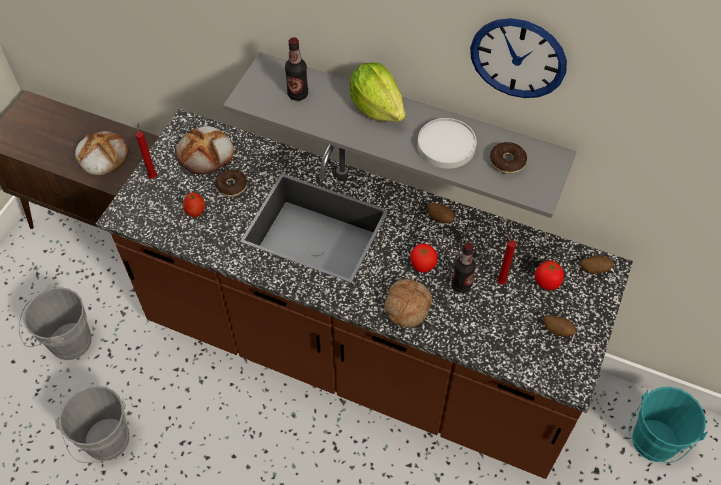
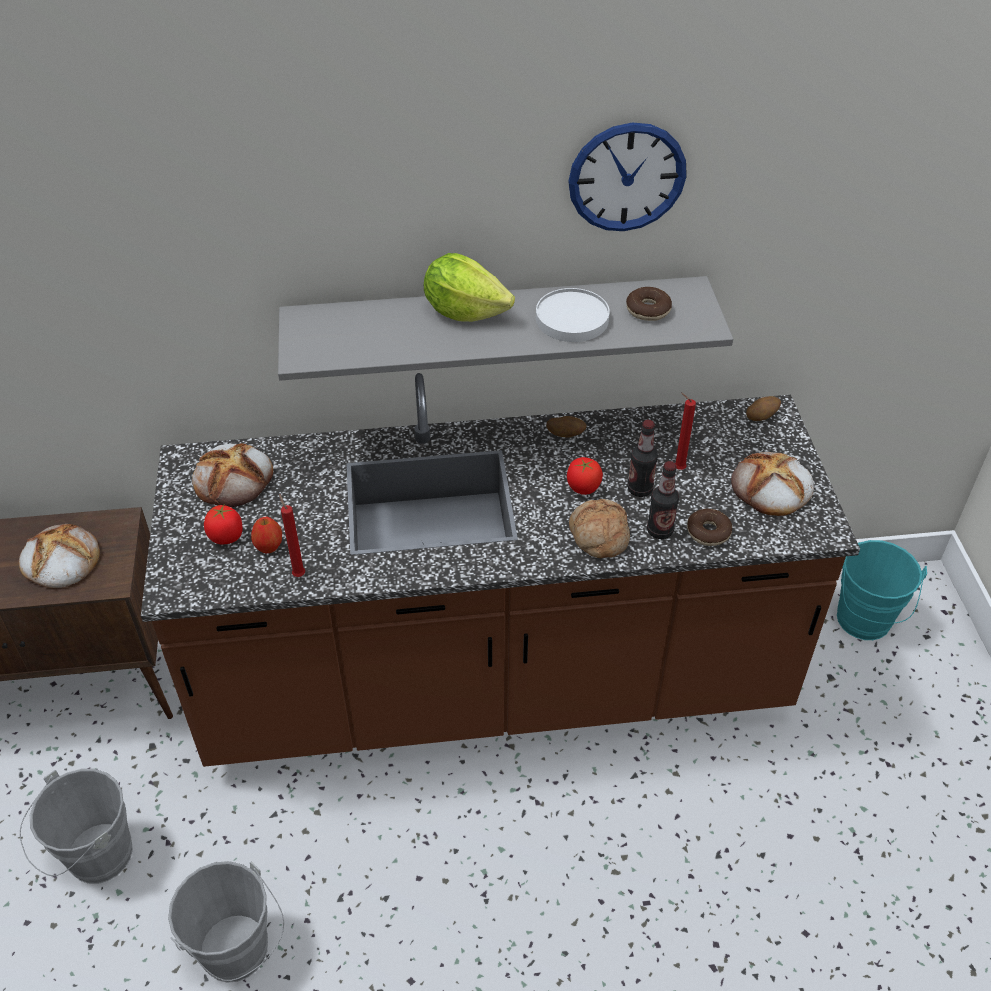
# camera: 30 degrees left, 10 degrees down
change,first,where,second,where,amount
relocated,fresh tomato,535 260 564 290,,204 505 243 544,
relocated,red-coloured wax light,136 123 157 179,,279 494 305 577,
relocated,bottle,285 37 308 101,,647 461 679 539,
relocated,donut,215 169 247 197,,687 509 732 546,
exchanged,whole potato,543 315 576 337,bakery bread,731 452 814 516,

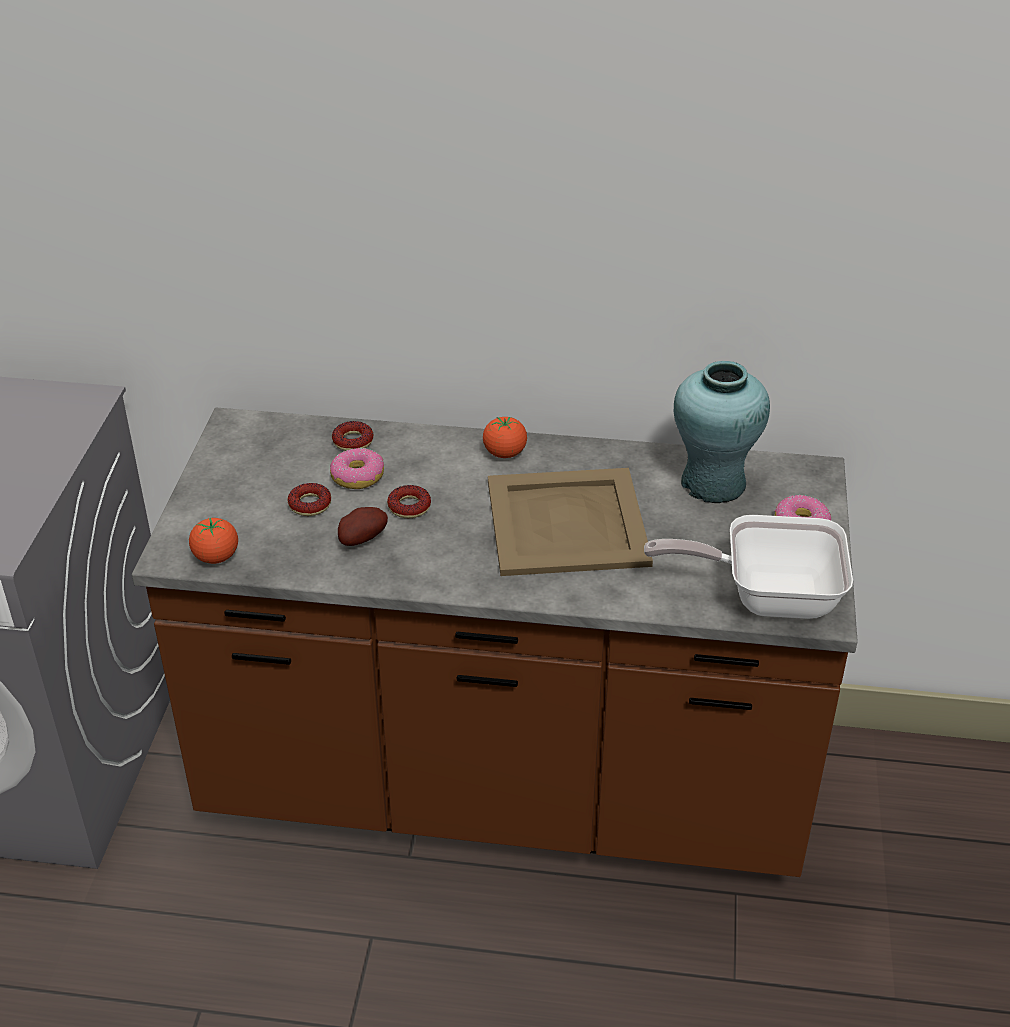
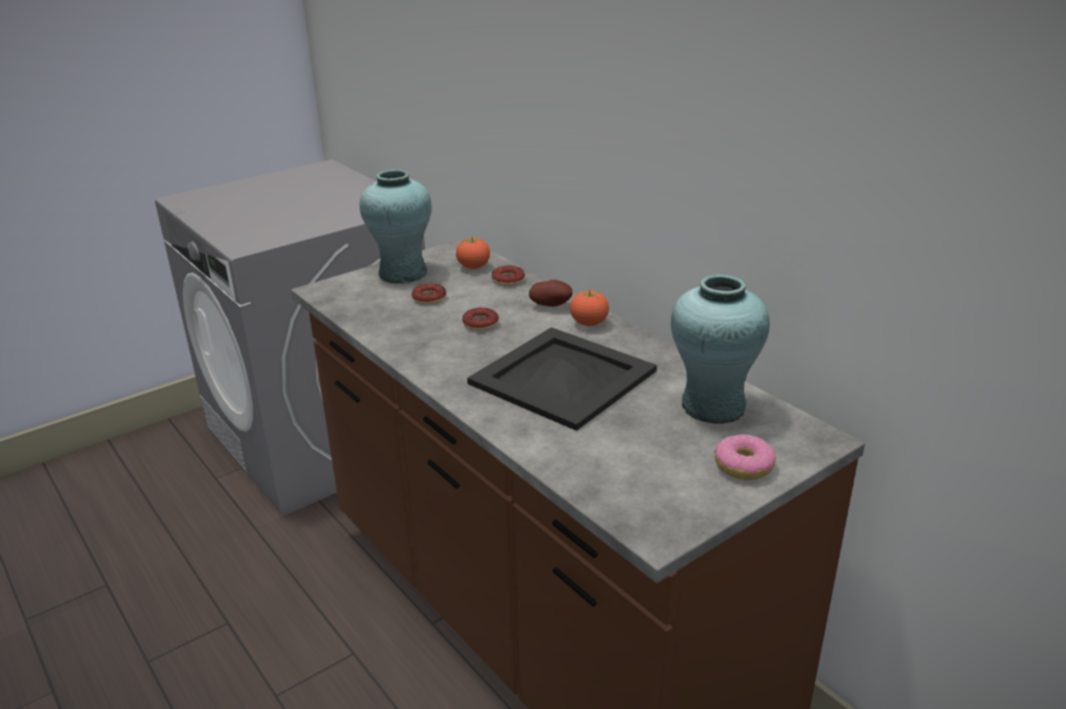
# camera: 45 degrees right, 10 degrees down
change,first,where,second,where,amount
appeared,,,blue-green vase,359 169 432 284,
relocated,fresh tomato,189 518 238 564,,456 237 490 269,
colour,sand-coloured tray,488 468 653 576,black-coloured tray,467 327 657 431,
relocated,whole potato,338 507 388 546,,529 280 572 307,
missing,donut,330 448 384 489,,,
missing,skillet,644 515 853 619,,,

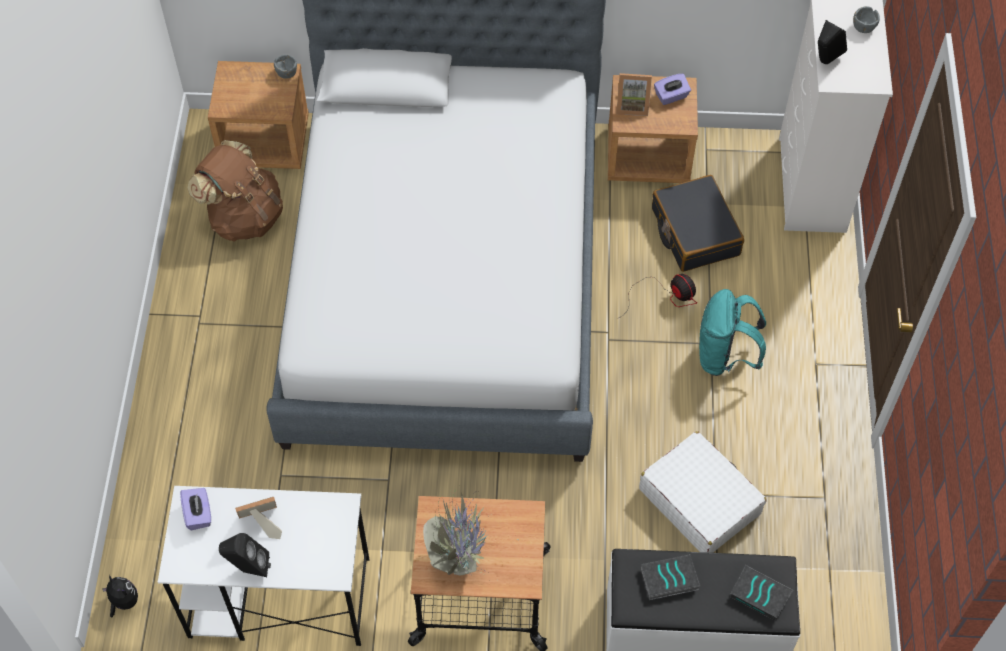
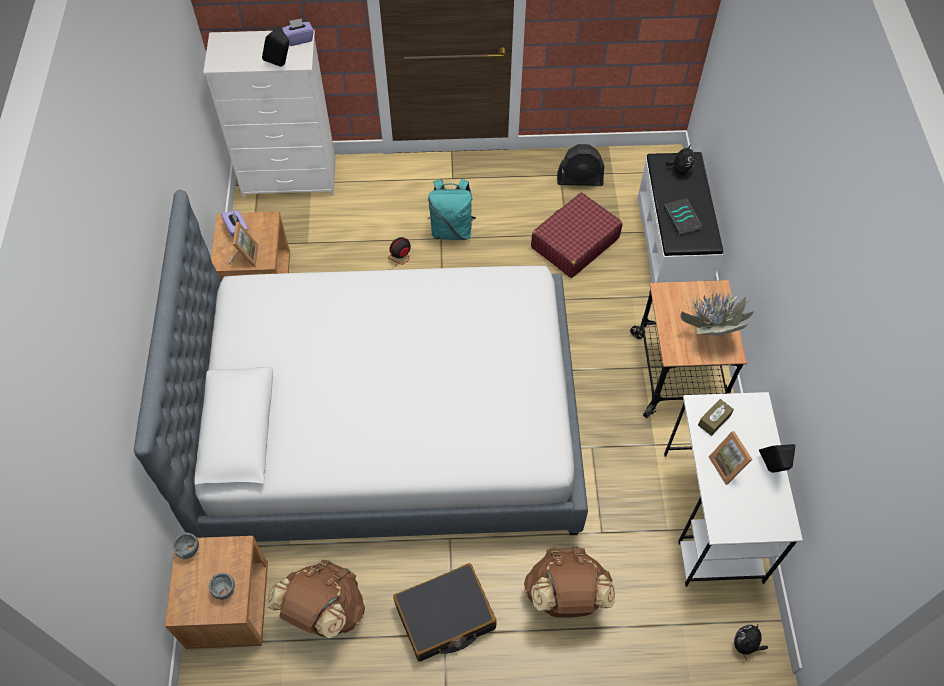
# camera: 95 degrees left, 0 degrees up
change,first,where,second,where,amount
relocated,gray bowl,853 6 880 33,,209 573 235 600,
relocated,purple-coloured box of tissues,180 488 211 530,,282 18 314 46,
relocated,black-coloured travel case,652 175 744 272,,393 563 497 662,
appeared,,,brown knapsack,524 546 615 617,
colour,white travel case,639 431 766 553,red-coloured travel case,531 192 623 278,
appeared,,,black-coloured electric fan,557 144 604 186,
exchanged,bound book,730 565 793 621,cuddly toy,666 143 695 175,
appeared,,,brown box of tissues,698 399 734 436,

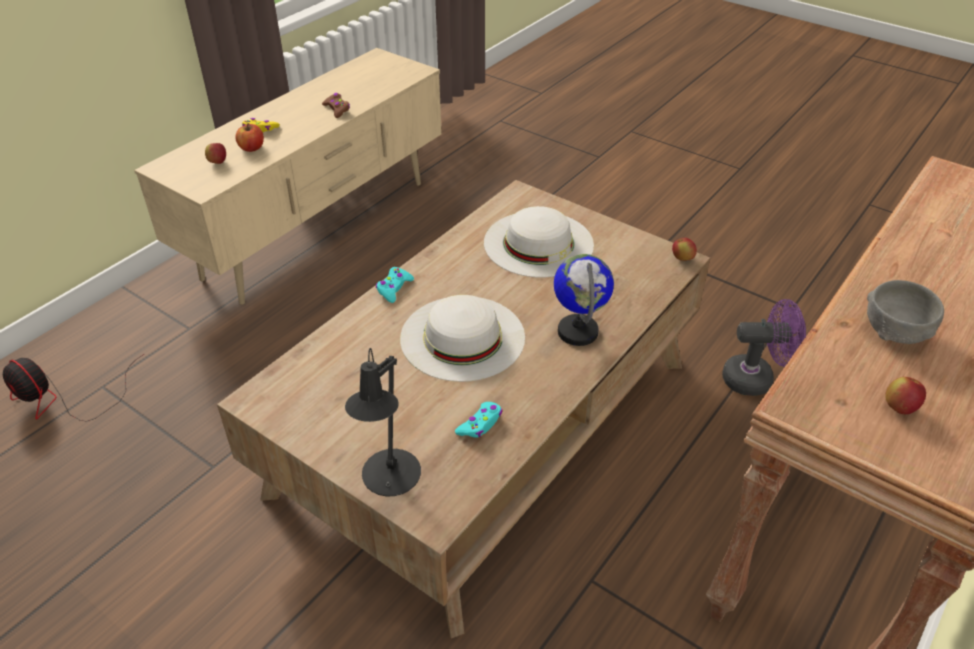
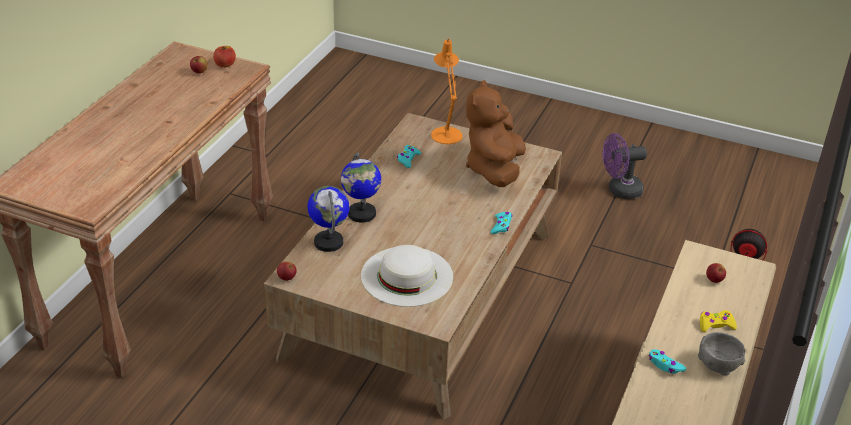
# camera: 165 degrees right, 5 degrees down
change,first,where,second,where,amount
relocated,whole apple,235 123 264 152,,213 46 236 68,
appeared,,,world globe,307 186 350 252,
colour,black-coloured table lamp,345 348 421 496,orange-coloured table lamp,431 38 462 144,
appeared,,,brown cuddly toy,466 80 526 187,
relocated,purple-coloured electric fan,722 299 806 396,,602 133 647 199,
colour,brown gamepad,322 93 350 118,blue-green gamepad,649 349 686 374,
relocated,gray bowl,867 280 944 344,,698 332 746 376,
missing,white clothing hat,400 295 525 382,,,

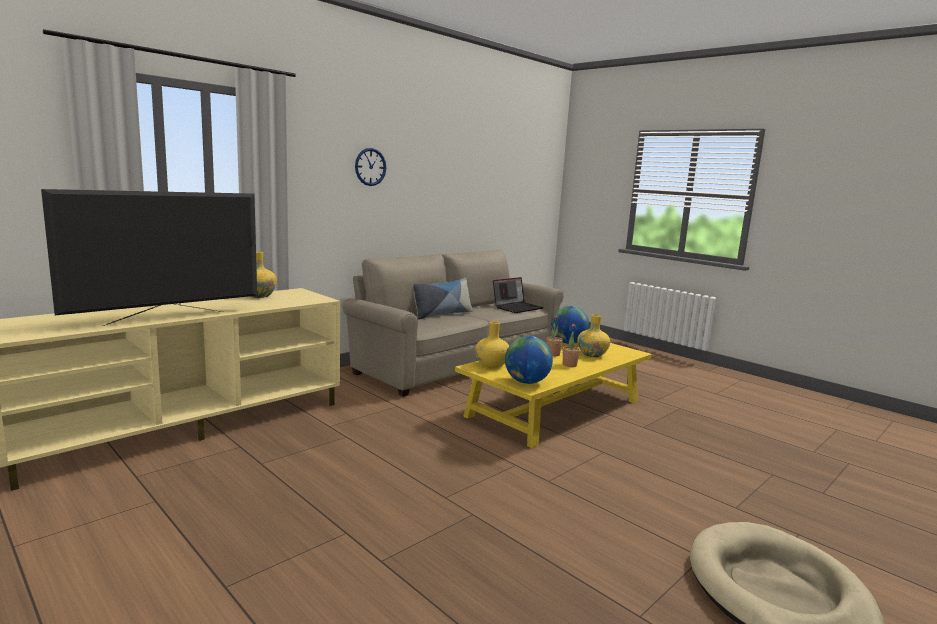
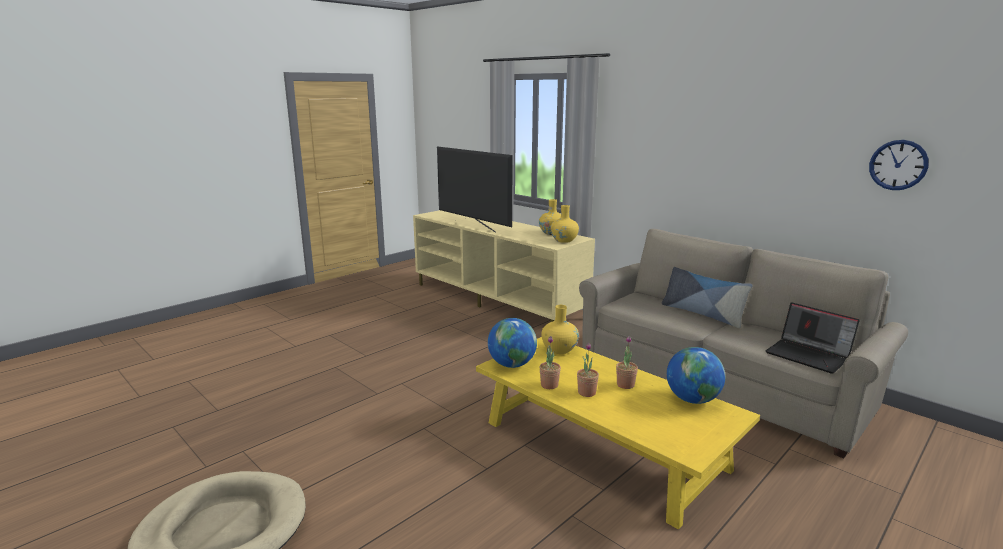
# camera: 90 degrees right, 5 degrees up
change,first,where,second,where,amount
appeared,,,houseplant,539 336 561 389,
relocated,yellowish vase,577 314 610 357,,550 205 579 243,
relocated,hanging clock,355 148 386 186,,869 140 929 190,

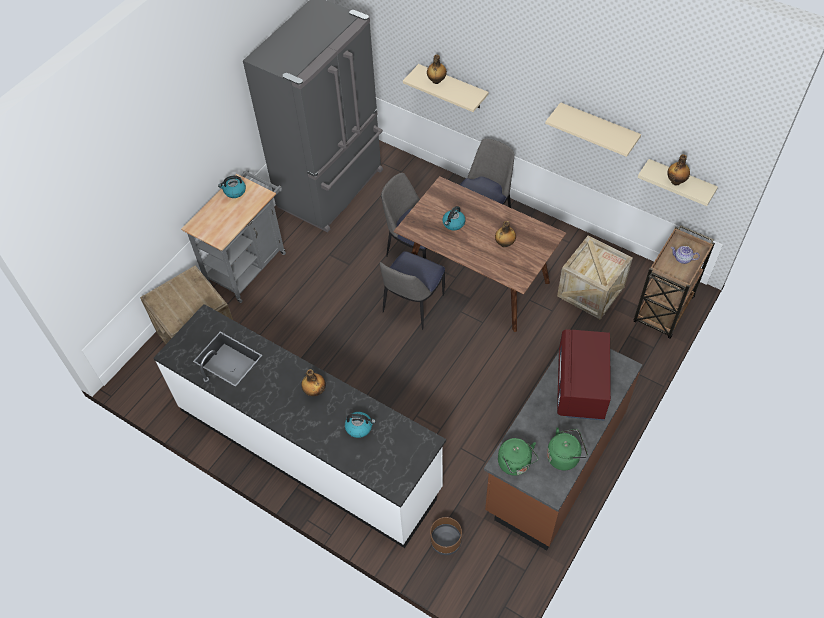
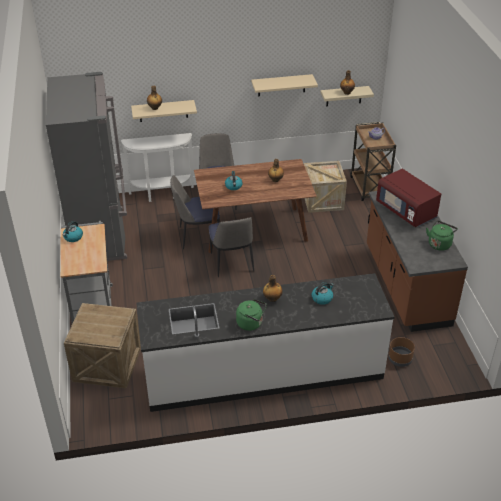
# camera: 45 degrees left, 15 degrees down
change,first,where,second,where,amount
appeared,,,white hall table,121 133 194 202,
relocated,green-coloured tea kettle,498 438 538 476,,236 299 267 331,

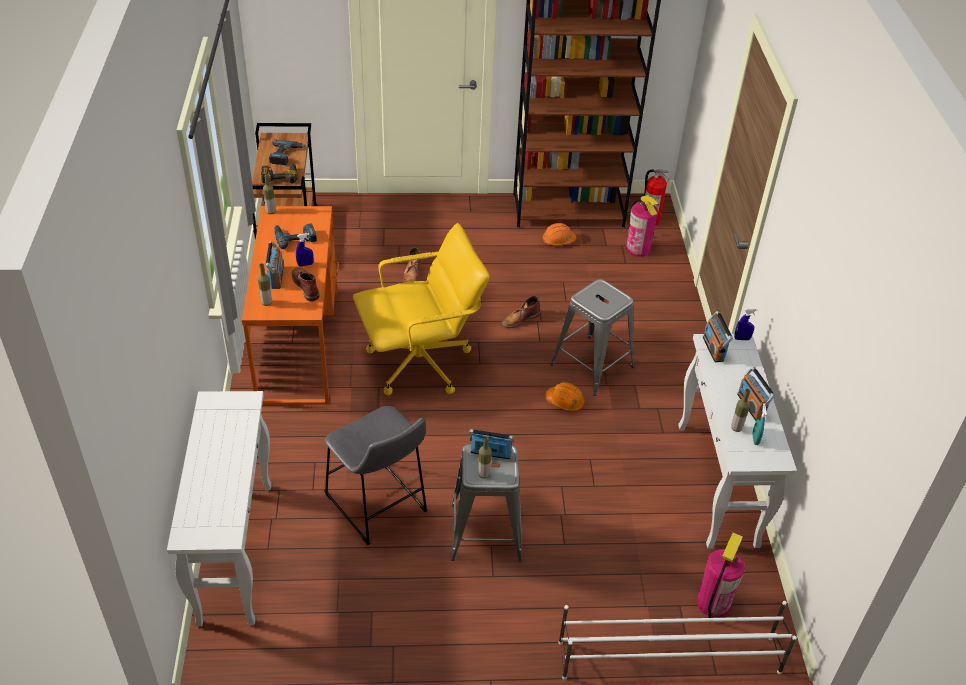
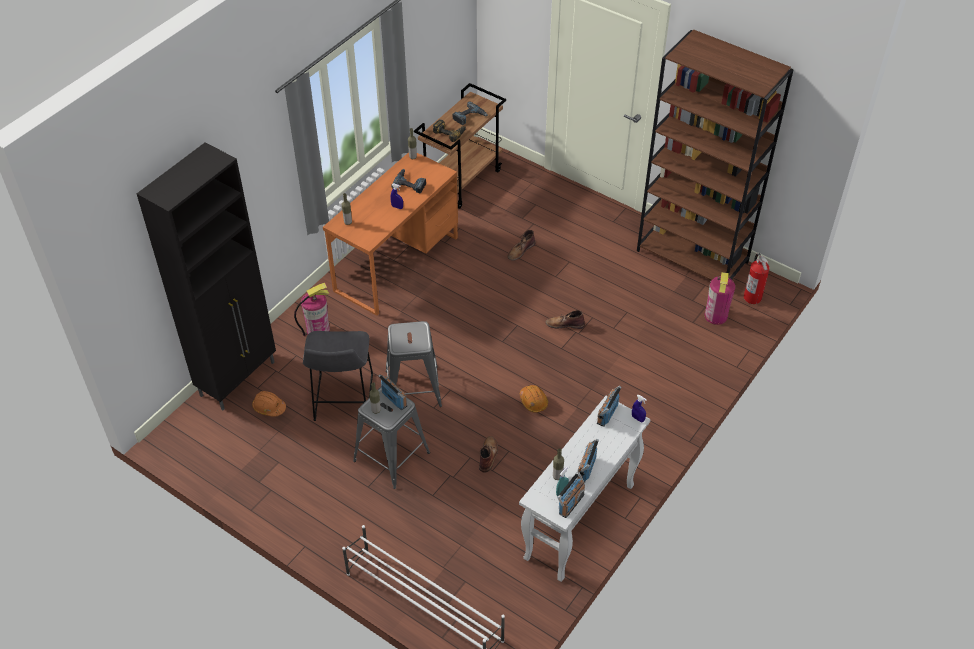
# camera: 40 degrees right, 5 degrees up
change,first,where,second,where,amount
exchanged,white hall table,167 391 272 626,black-coloured storage cabinet,137 142 276 410,
relocated,orange-coloured work helmet,542 223 576 246,,252 391 286 417,
relocated,extinguisher,697 533 745 618,,294 283 330 336,
relocated,gray sitting stool,550 279 634 396,,386 321 442 407,
relocated,brown boot,292 268 320 301,,479 436 498 473,
relocated,radio set,266 241 284 289,,557 472 585 518,
missing,yellowish desk chair,353 223 490 395,,,

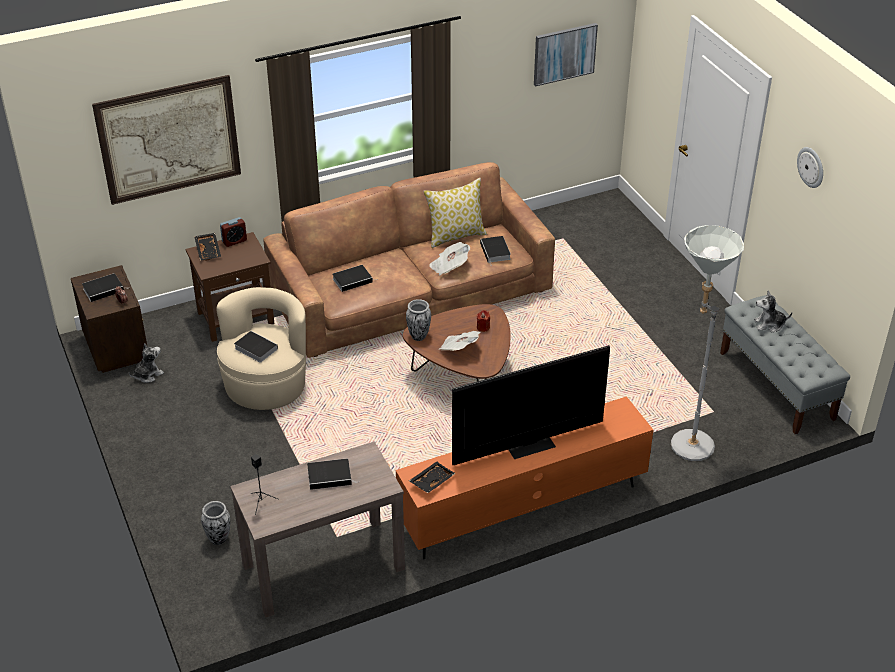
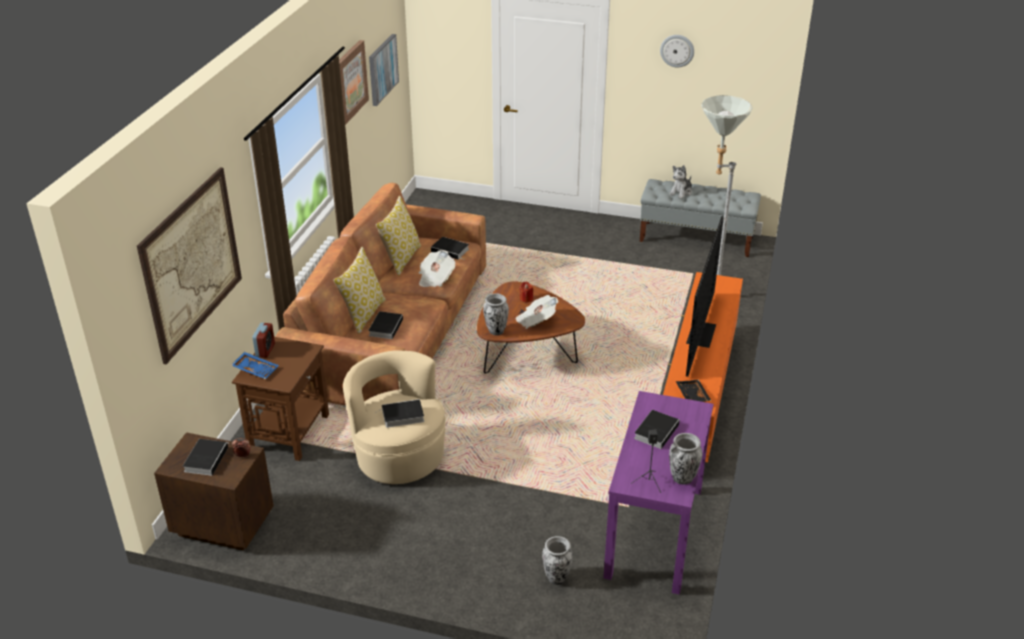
# camera: 50 degrees left, 5 degrees down
change,first,where,second,where,amount
colour,black-coloured tray,194 233 221 261,bluish tray,231 352 279 379,
appeared,,,pillow,333 247 386 334,
appeared,,,wall art,339 40 369 125,
colour,brown hall table,230 441 405 618,purple-coloured hall table,603 391 714 595,
appeared,,,vase,669 433 702 484,
missing,cuddly toy,129 344 164 383,,,

